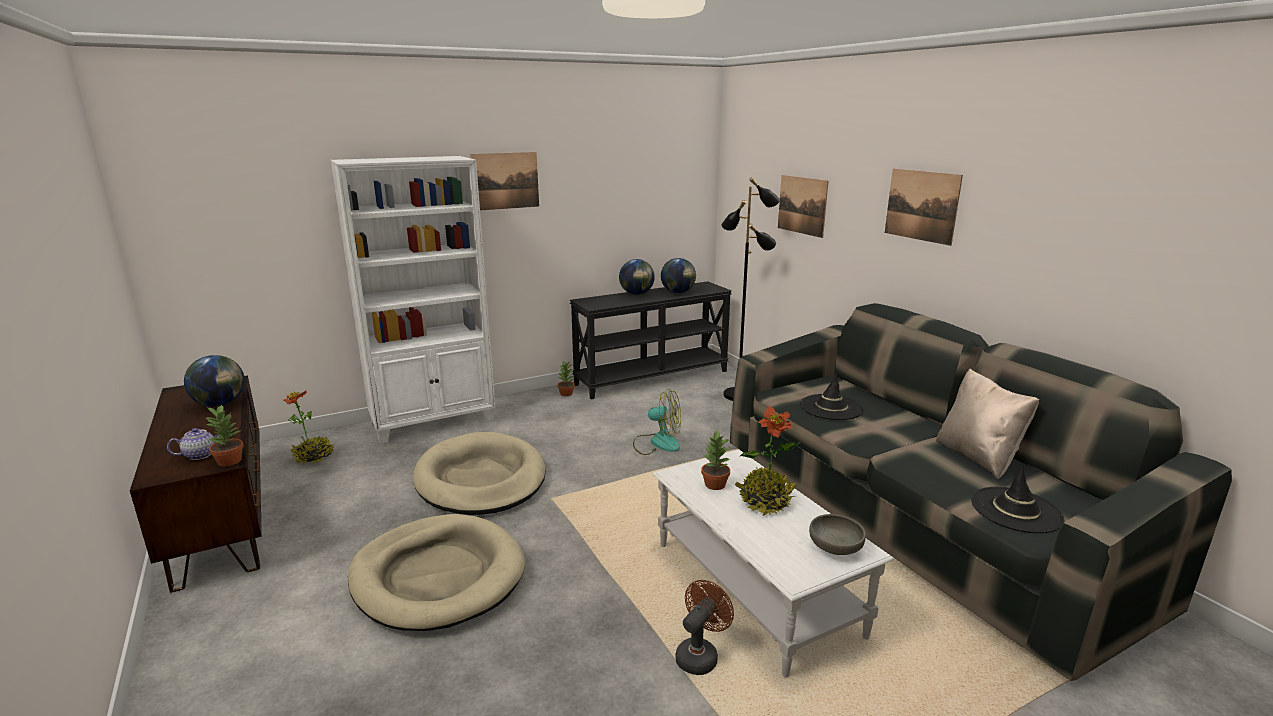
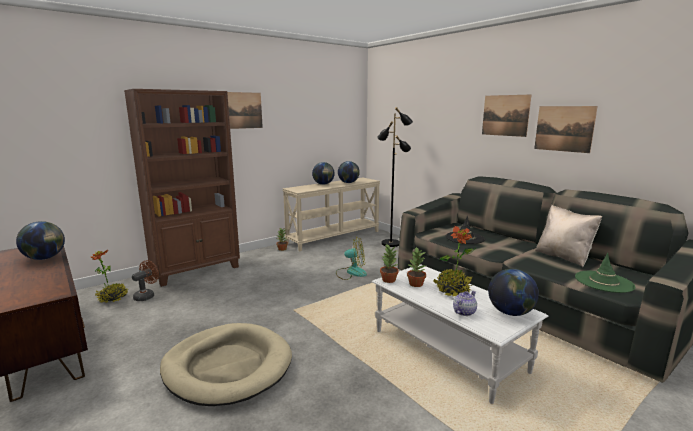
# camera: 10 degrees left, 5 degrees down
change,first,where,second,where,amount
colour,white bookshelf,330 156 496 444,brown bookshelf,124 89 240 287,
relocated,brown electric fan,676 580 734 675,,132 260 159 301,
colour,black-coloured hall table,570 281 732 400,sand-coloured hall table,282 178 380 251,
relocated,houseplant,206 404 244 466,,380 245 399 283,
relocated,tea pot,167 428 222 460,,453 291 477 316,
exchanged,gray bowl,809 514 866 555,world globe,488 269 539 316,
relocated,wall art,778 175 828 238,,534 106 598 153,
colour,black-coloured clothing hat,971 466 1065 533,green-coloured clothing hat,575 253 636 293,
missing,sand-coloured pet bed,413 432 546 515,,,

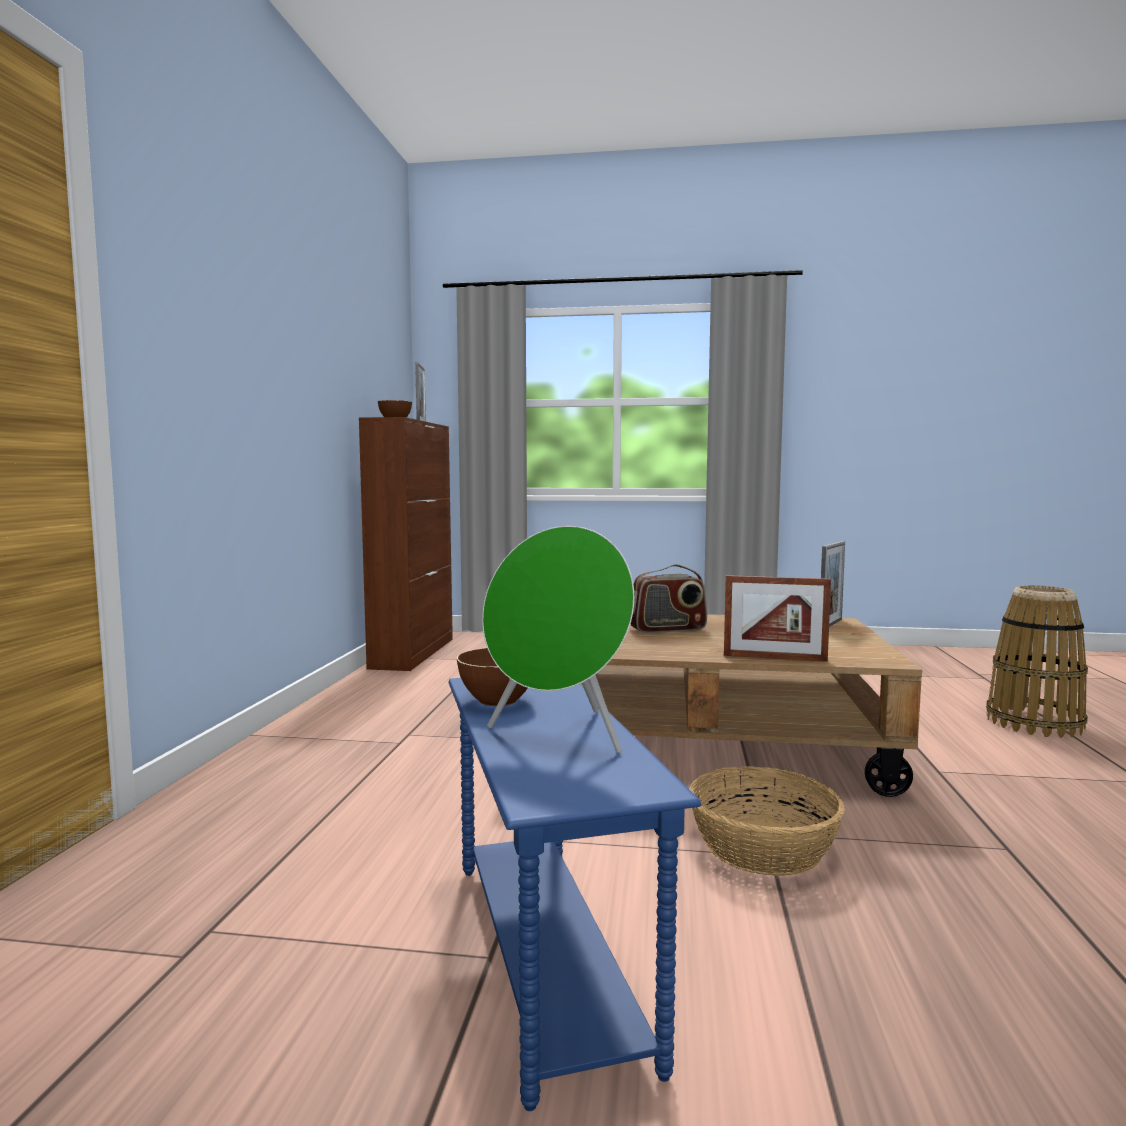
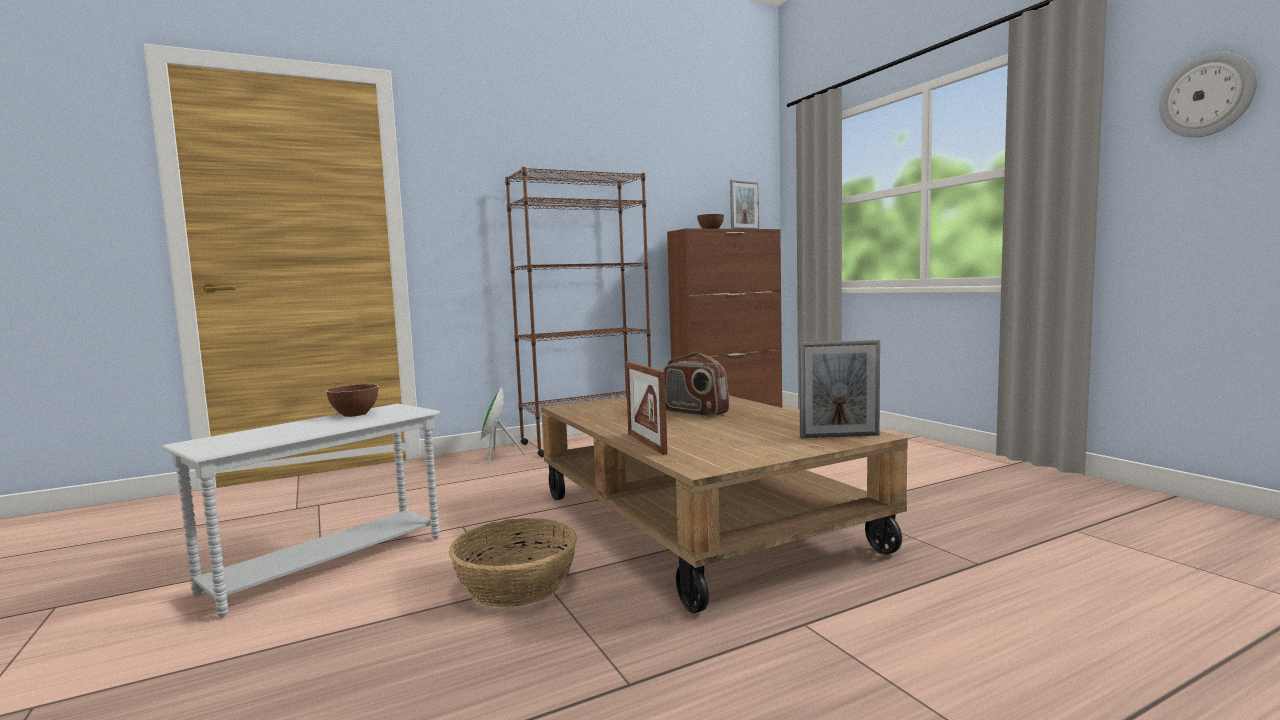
# camera: 55 degrees right, 0 degrees up
change,first,where,second,where,amount
colour,bluish accent table,449 678 701 1111,white accent table,162 403 440 618,
relocated,green-coloured audio speaker,482 526 634 754,,481 386 526 464,
appeared,,,brown bookshelf,505 167 651 457,
appeared,,,hanging clock,1159 52 1257 138,
missing,household basket,986 585 1088 738,,,

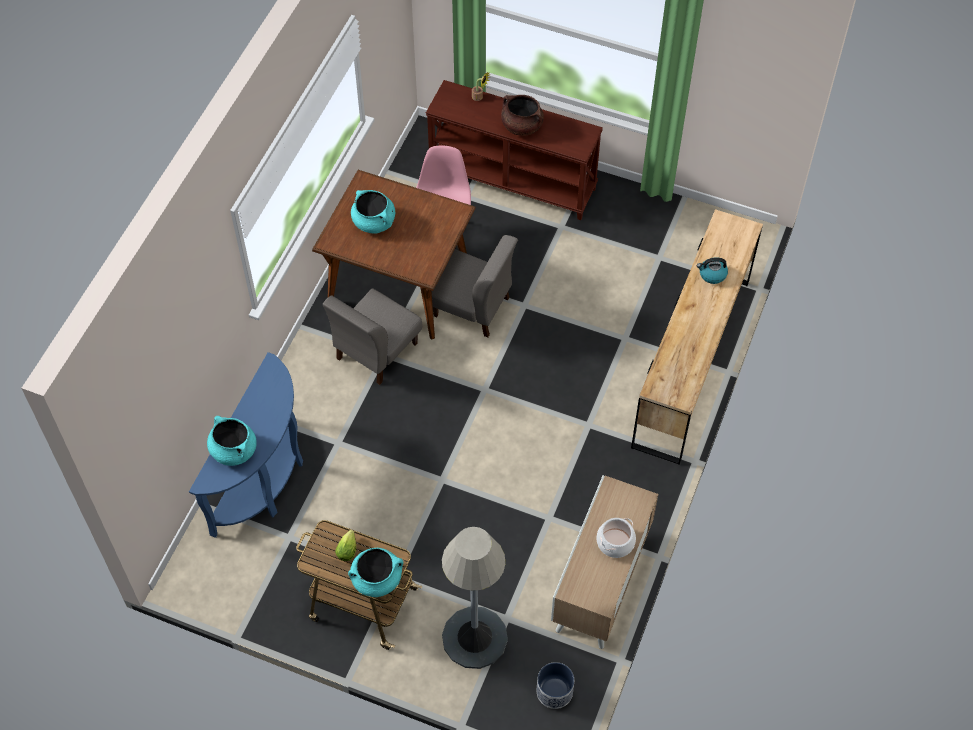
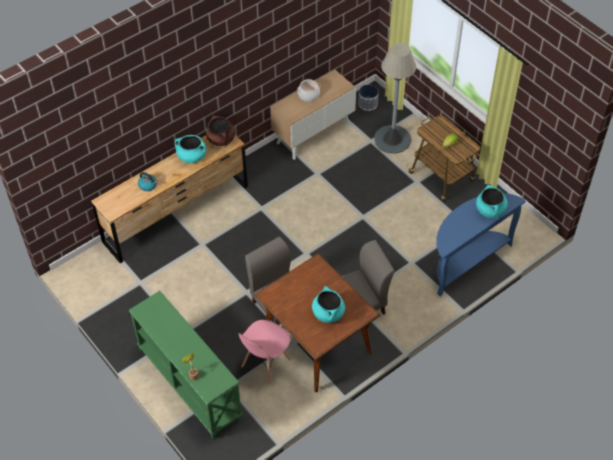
# camera: 150 degrees left, 5 degrees down
change,first,where,second,where,amount
colour,brown hall table,426 80 603 220,green-coloured hall table,129 291 243 439,
relocated,blue-green cooking pot,348 548 403 597,,175 135 206 163,
relocated,brown cooking pot,501 95 544 136,,206 116 235 146,

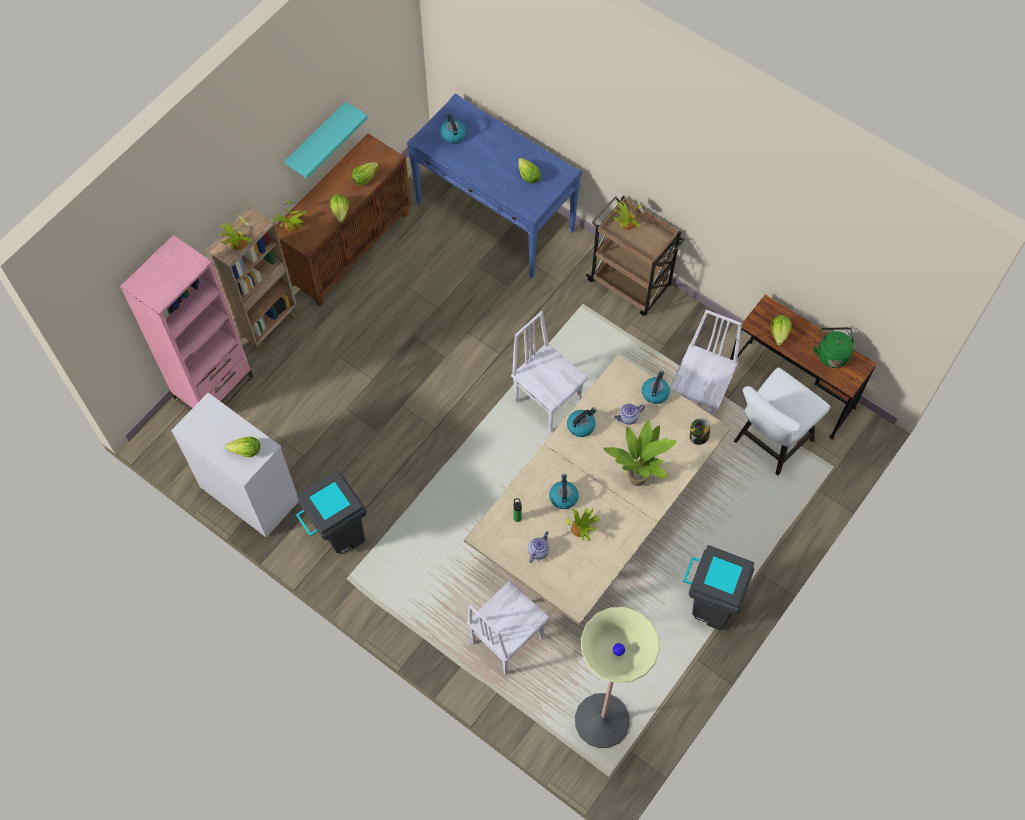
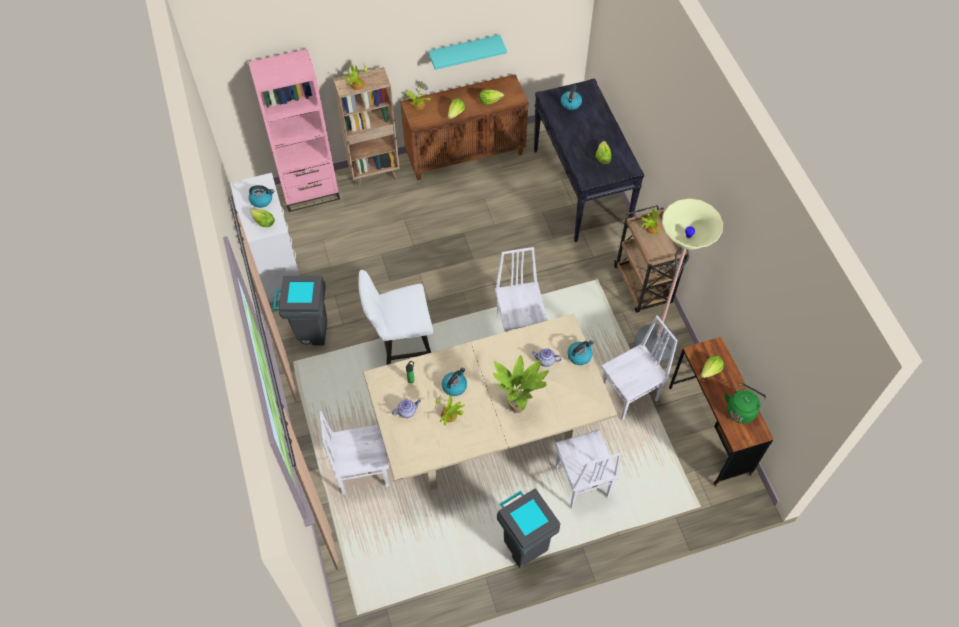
# camera: 35 degrees right, 5 degrees down
change,first,where,second,where,amount
relocated,tea kettle,567 408 597 437,,249 185 275 208,
relocated,white sitting stool,734 368 830 475,,358 270 433 365,
colour,bluish hall table,407 93 582 278,black-coloured hall table,534 78 644 242,
appeared,,,white upright chair,555 429 621 509,
relocated,standard lamp,575 607 660 748,,634 199 723 362,
missing,jar,690 418 710 445,,,

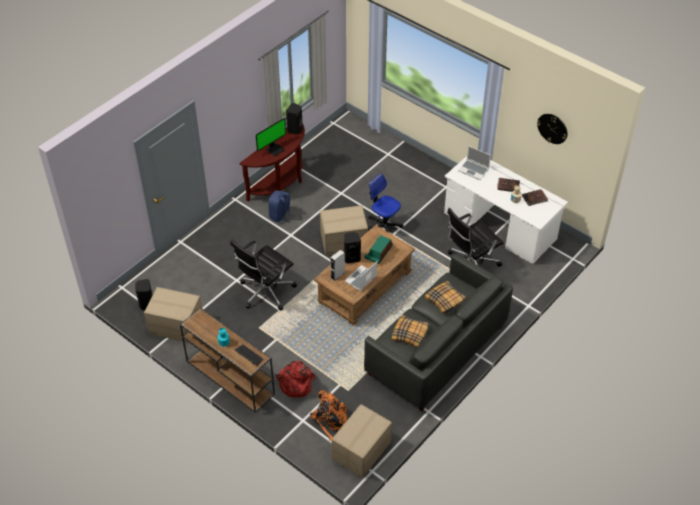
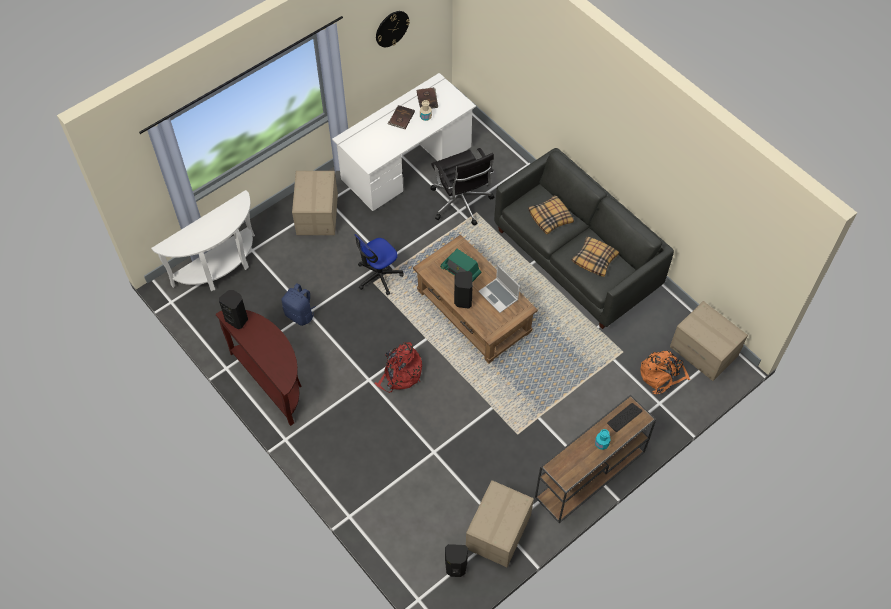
# camera: 80 degrees left, 10 degrees up
change,first,where,second,where,amount
appeared,,,white hall table,151 190 255 291,
relocated,bluish knapsack,268 190 294 223,,281 283 316 326,
relocated,packing box,320 205 368 256,,292 171 338 235,
relocated,red-coloured knapsack,276 361 316 397,,374 342 422 393,
missing,black-coloured desk chair,230 240 297 311,,,
missing,computer display,256 118 286 156,,,
missing,gray audio speaker,330 250 345 281,,,
missing,notebook computer,458 146 491 180,,,

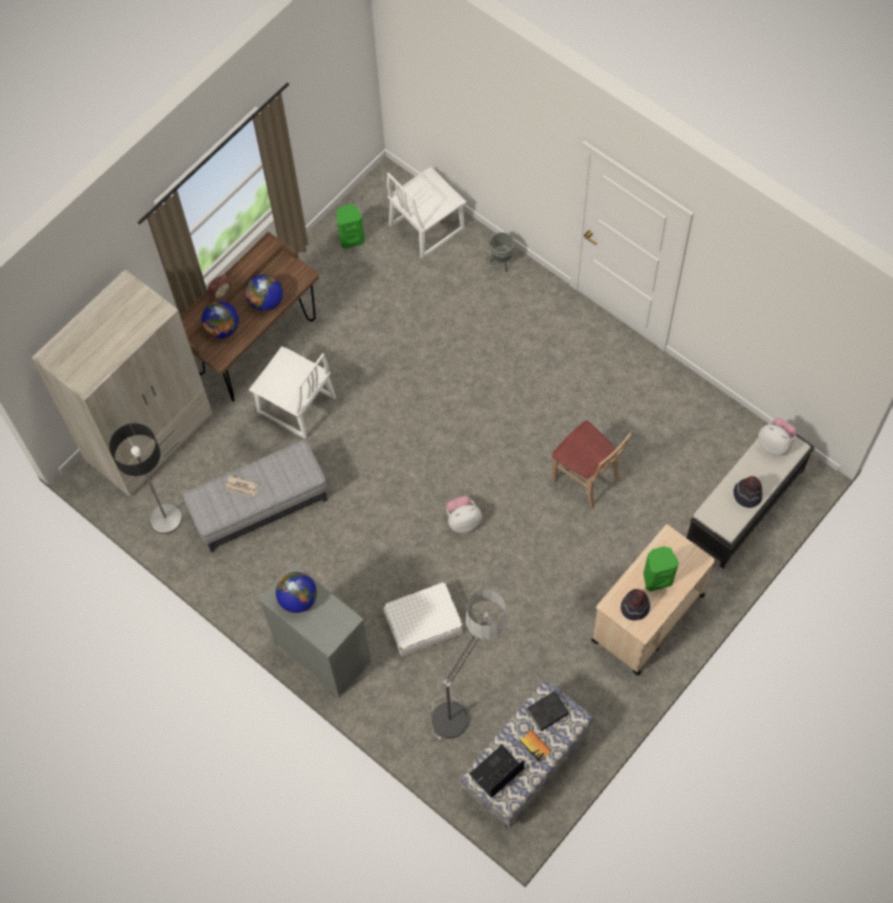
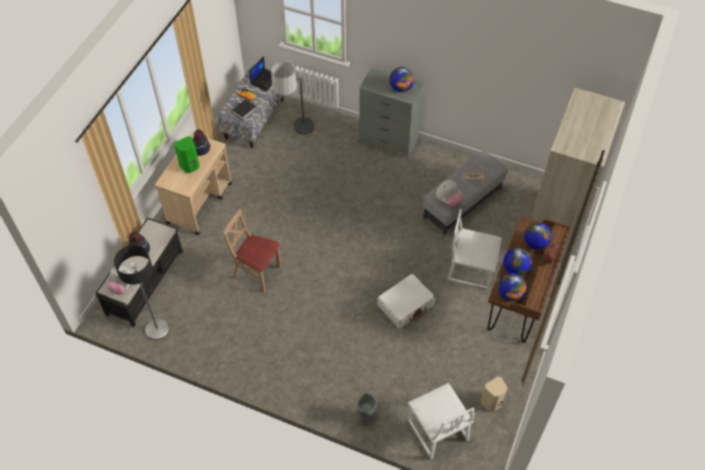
# camera: 160 degrees right, 10 degrees down
change,first,where,second,where,amount
relocated,standard lamp,109 423 182 534,,114 245 170 340,
relocated,white travel case,383 582 463 656,,377 274 435 329,
spun,white upright chair,387 167 467 258,,407 383 474 459,120 degrees clockwise
relocated,cuddly toy,446 496 482 533,,436 180 463 207,
colour,green-coloured audio speaker,336 204 365 249,sand-coloured audio speaker,481 377 508 412,
appeared,,,world globe,498 273 527 301,

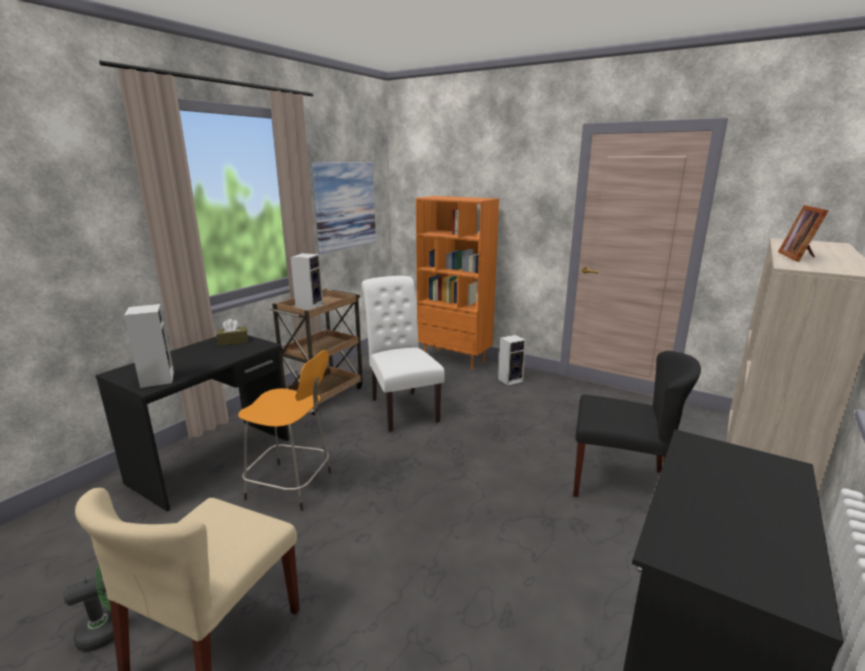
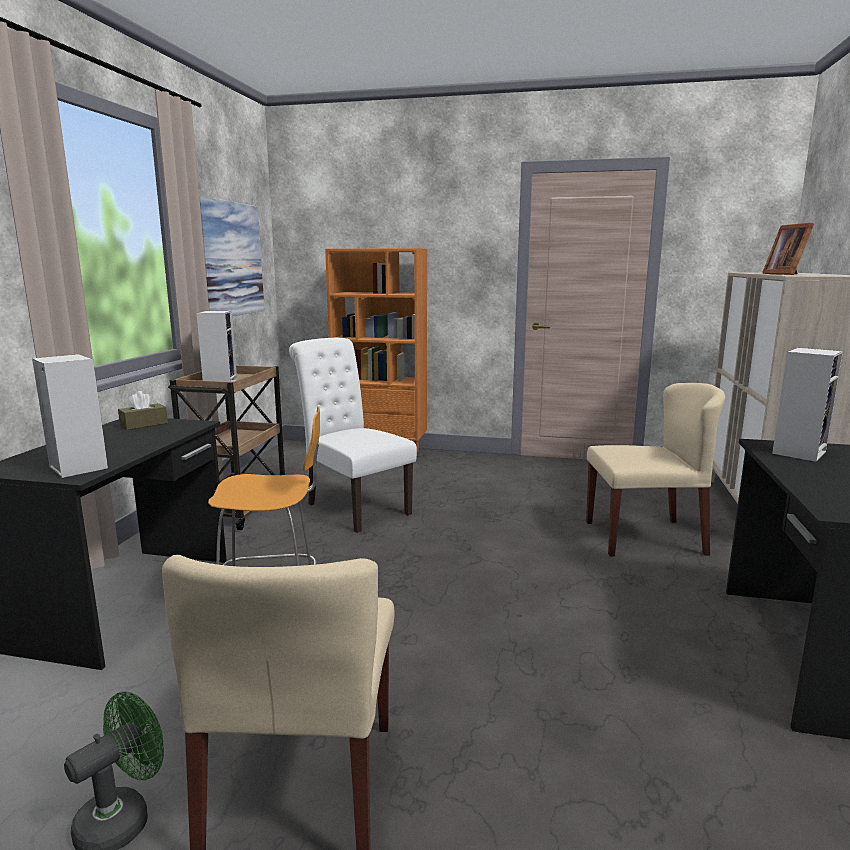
# camera: 20 degrees left, 5 degrees down
change,first,where,second,where,amount
colour,black-coloured upright chair,573 351 701 497,sand-coloured upright chair,586 383 725 556,
relocated,audio speaker,498 335 526 386,,772 348 843 462,

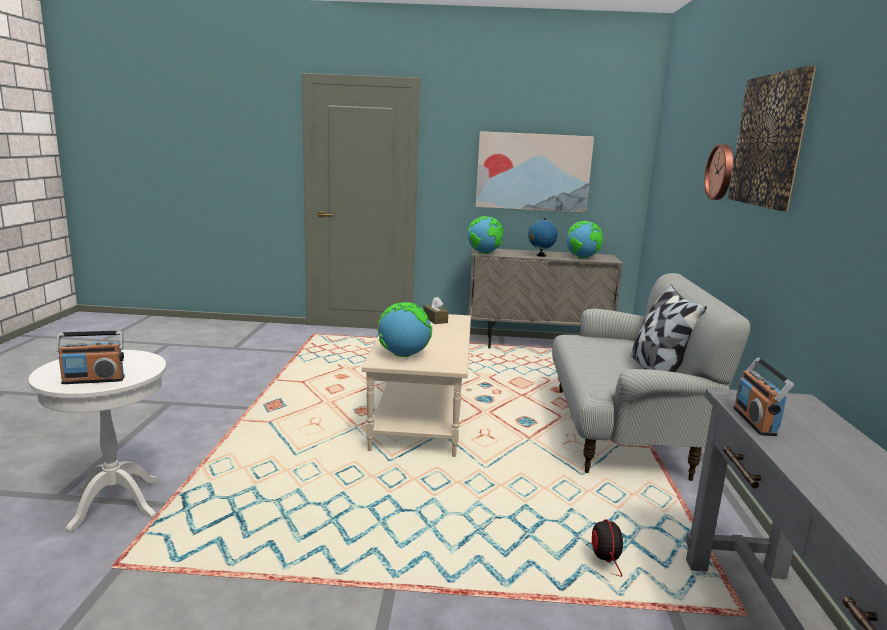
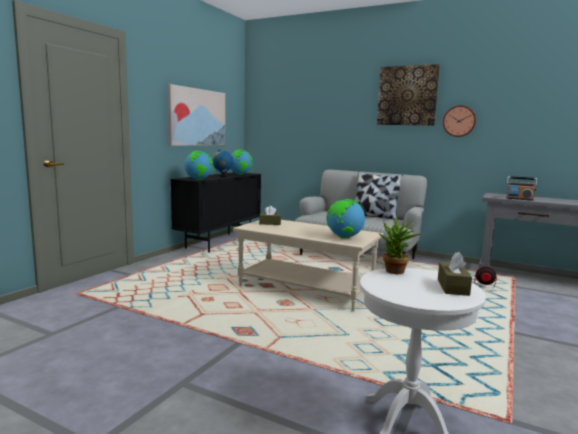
# camera: 65 degrees left, 5 degrees down
change,first,where,second,where,amount
colour,sand-coloured storage cabinet,468 247 623 348,black-coloured storage cabinet,171 172 261 253,
appeared,,,houseplant,379 218 420 274,
exchanged,radio set,56 331 125 384,brown box of tissues,438 252 472 296,
relocated,hanging clock,704 144 733 200,,443 105 476 137,

